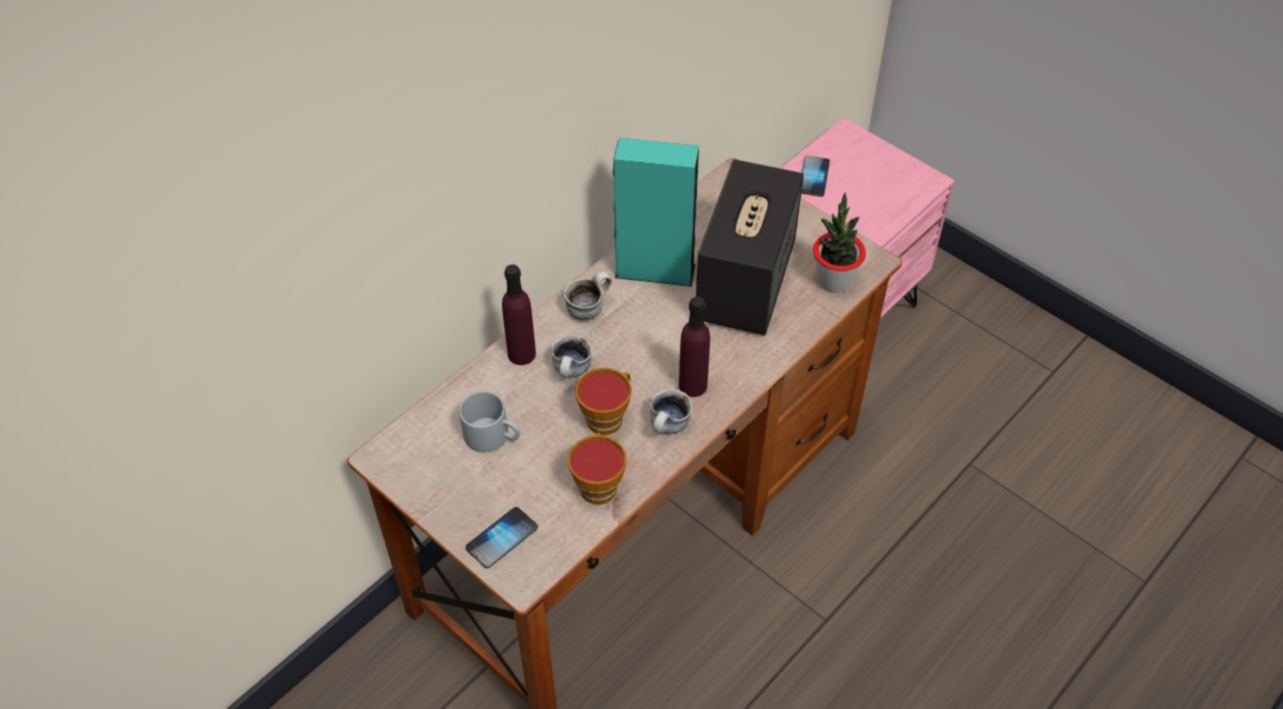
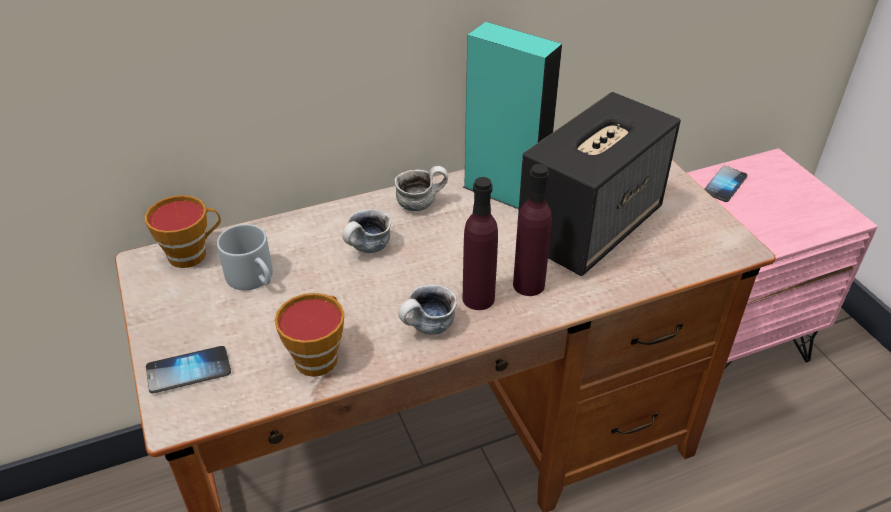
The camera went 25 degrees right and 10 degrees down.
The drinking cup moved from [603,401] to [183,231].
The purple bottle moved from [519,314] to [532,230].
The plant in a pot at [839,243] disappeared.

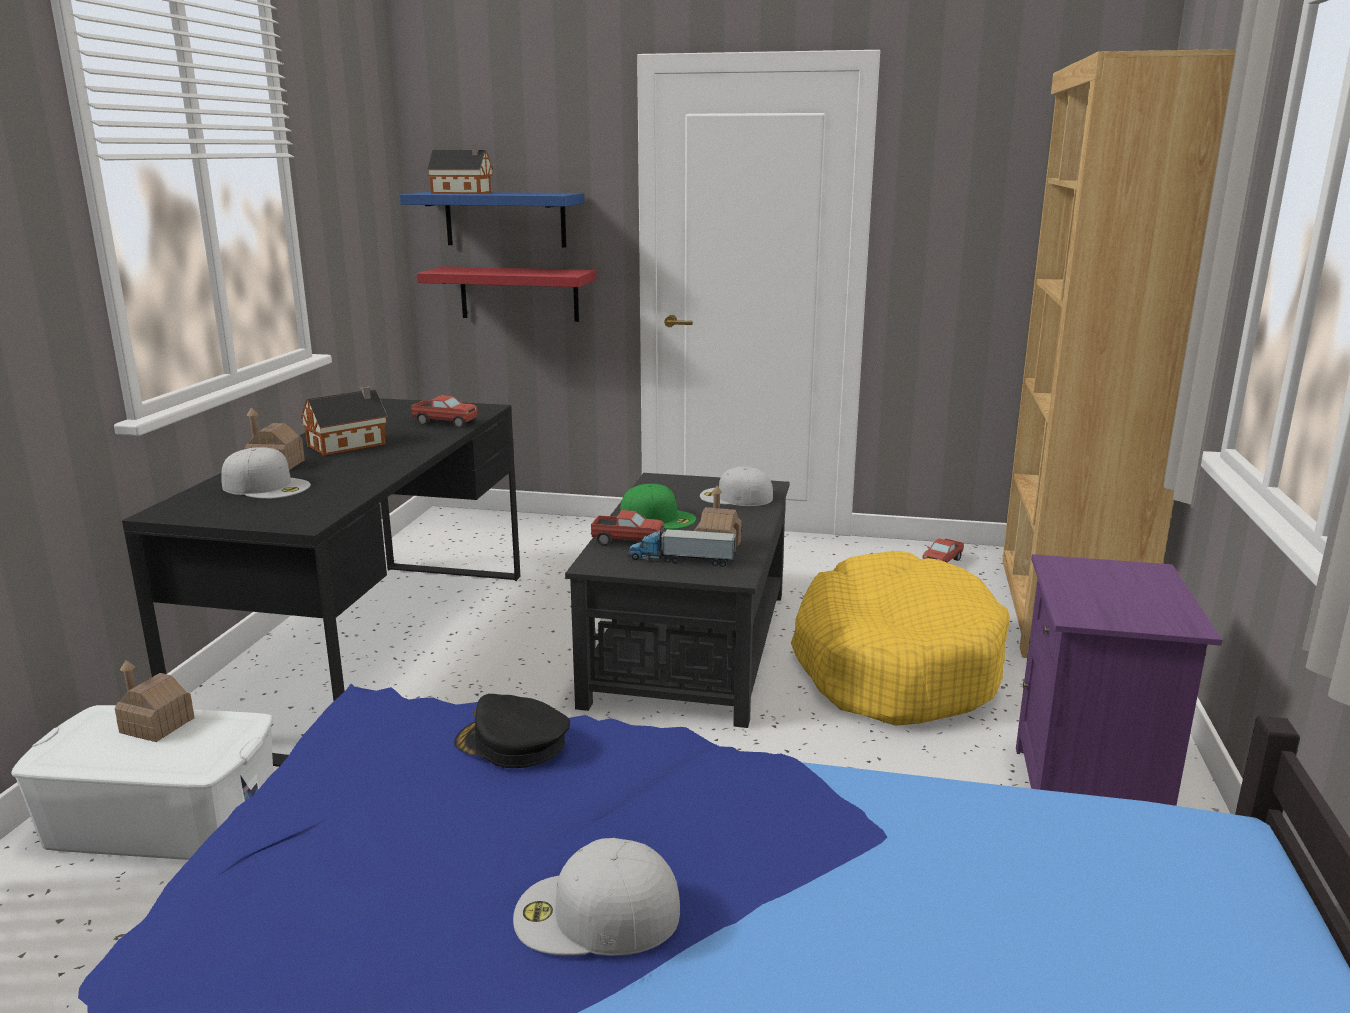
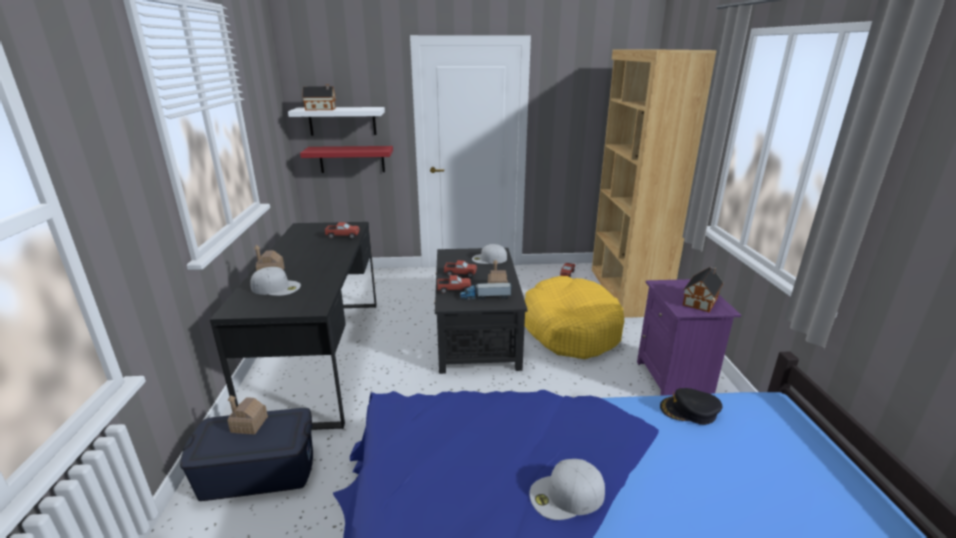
The camera went 15 degrees left and 5 degrees up.
The white storage bin at [142,782] became the blue storage bin at [246,454].
The blue wall shelf at [492,219] became the white wall shelf at [336,121].
The green-coloured cap at [658,506] was replaced by the toy lorry at [460,269].
The blackish cap moved from [512,731] to [691,406].
The toy house moved from [344,421] to [703,289].

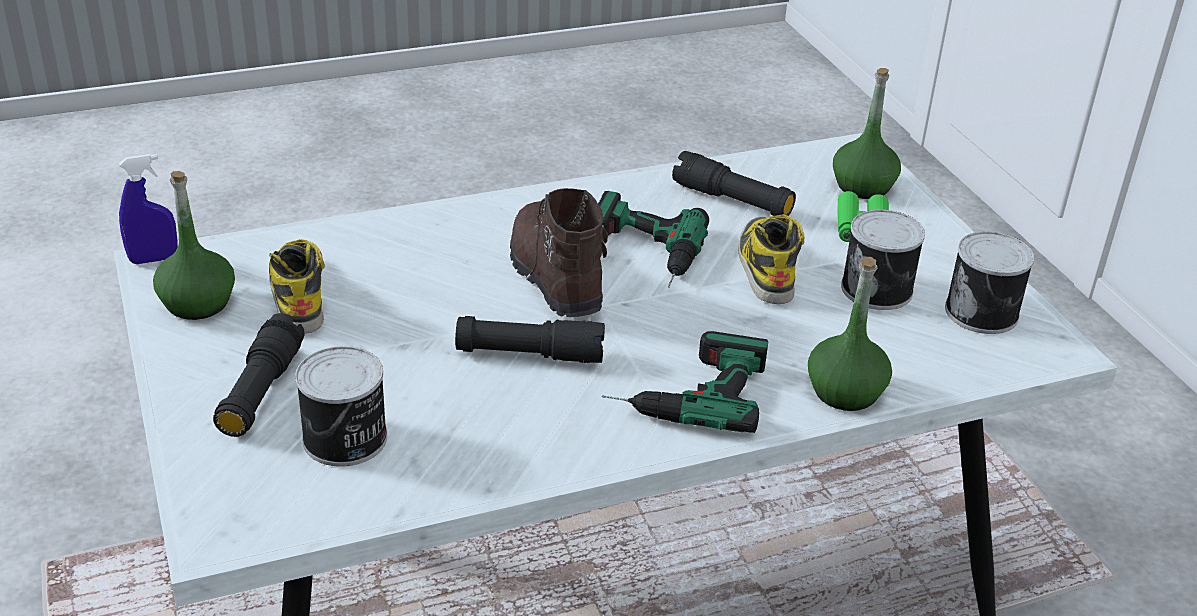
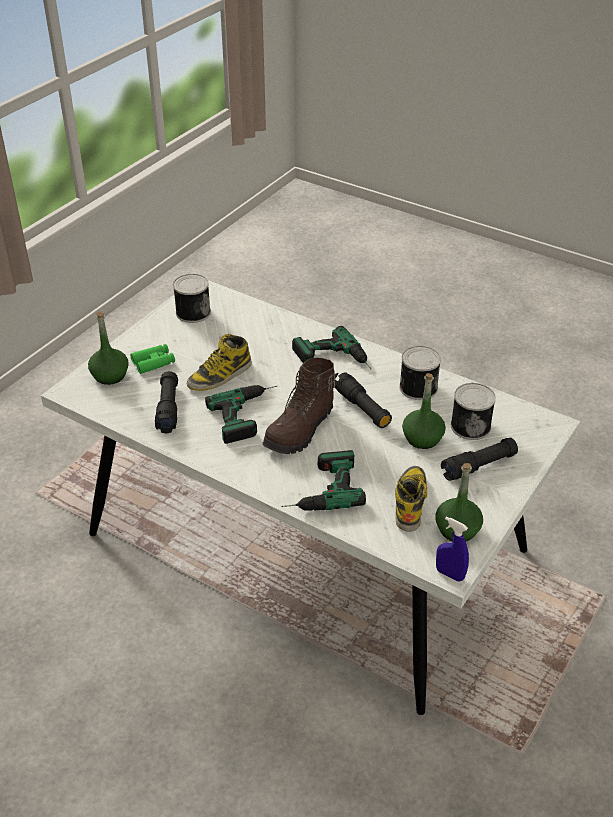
The camera went 125 degrees left and 5 degrees up.
The drill at [323,480] appeared.
The high-top boot at [297,286] turned 150 degrees clockwise.
The sealed can moved from [883,260] to [420,373].
The green-coloured bottle moved from [850,334] to [424,411].

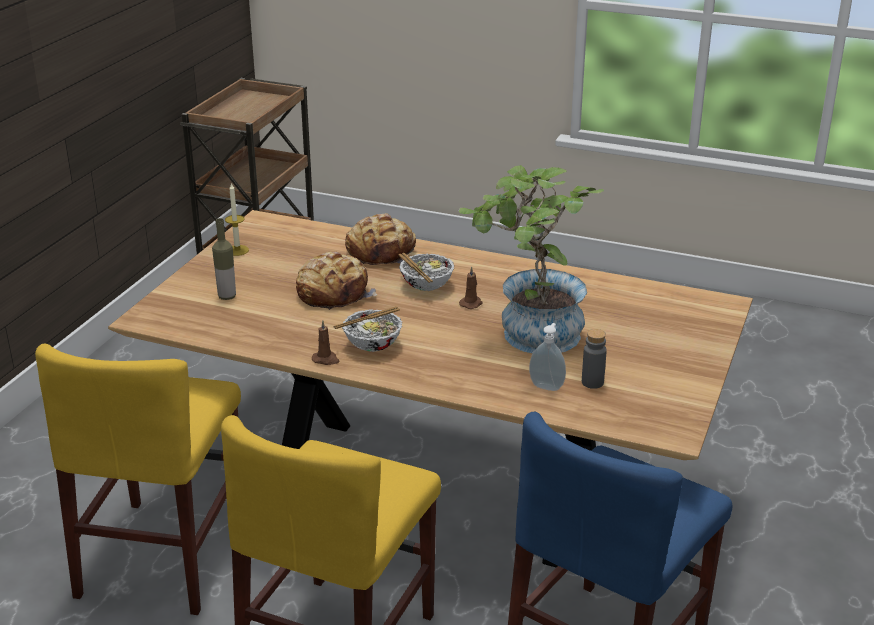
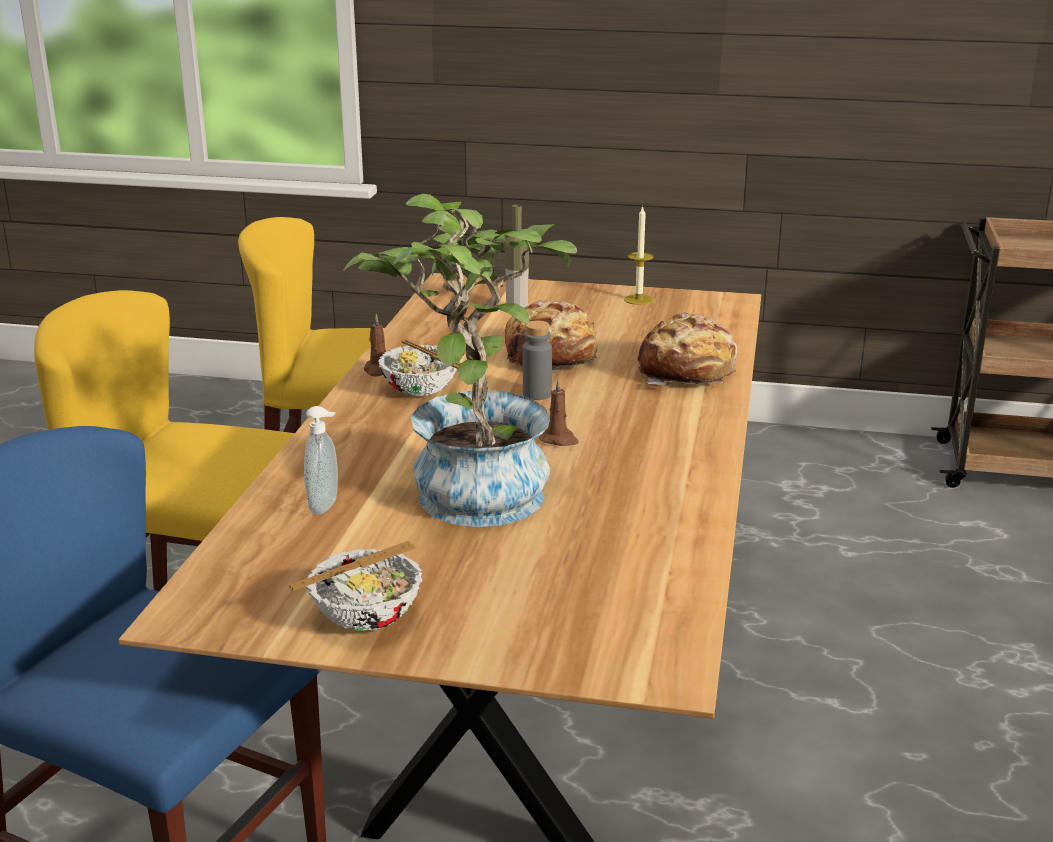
The camera went 80 degrees right and 5 degrees down.
The deep dish moved from [426,272] to [355,586].
The grey bottle moved from [594,359] to [537,360].

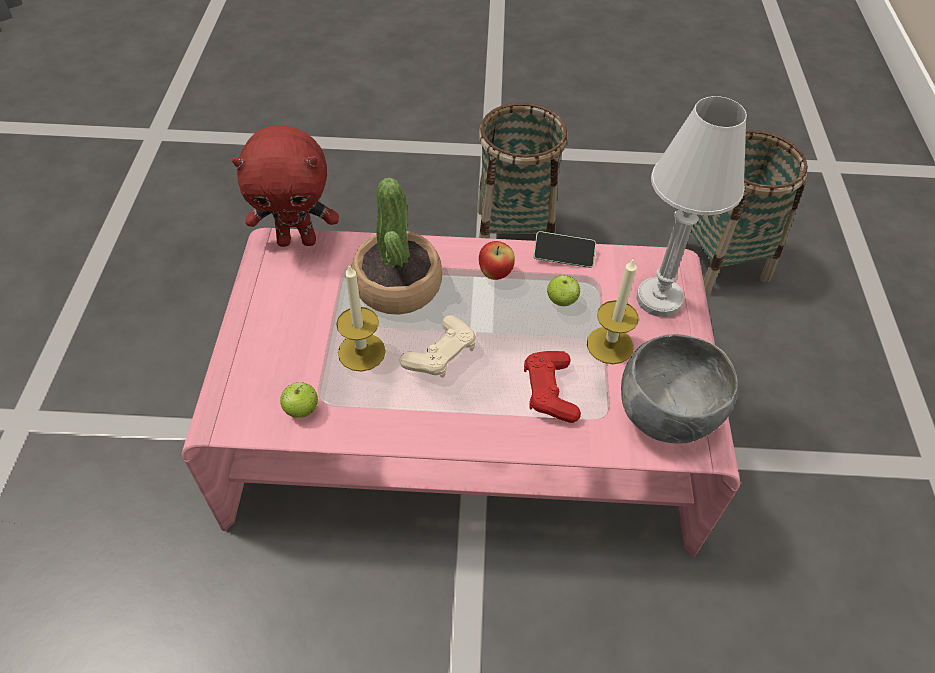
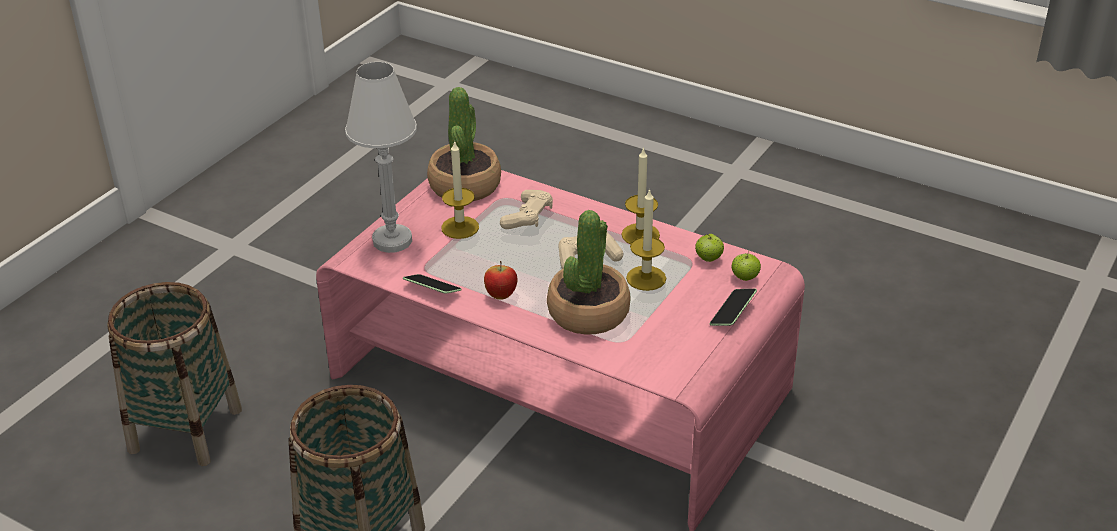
The camera went 150 degrees left and 15 degrees down.
The grey deep dish at [679,389] was replaced by the plant in a pot at [464,144].
The red-coloured gamepad at [552,387] became the beige-coloured gamepad at [526,209].
The candle at [640,195] appeared.
The handset at [733,307] appeared.
The apple fruit moved from [563,290] to [746,265].
The red-coloured plush toy at [285,186] disappeared.

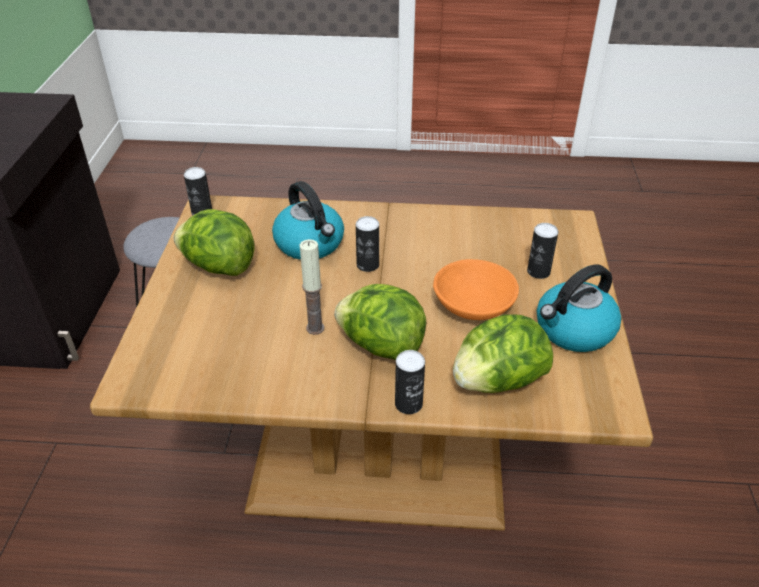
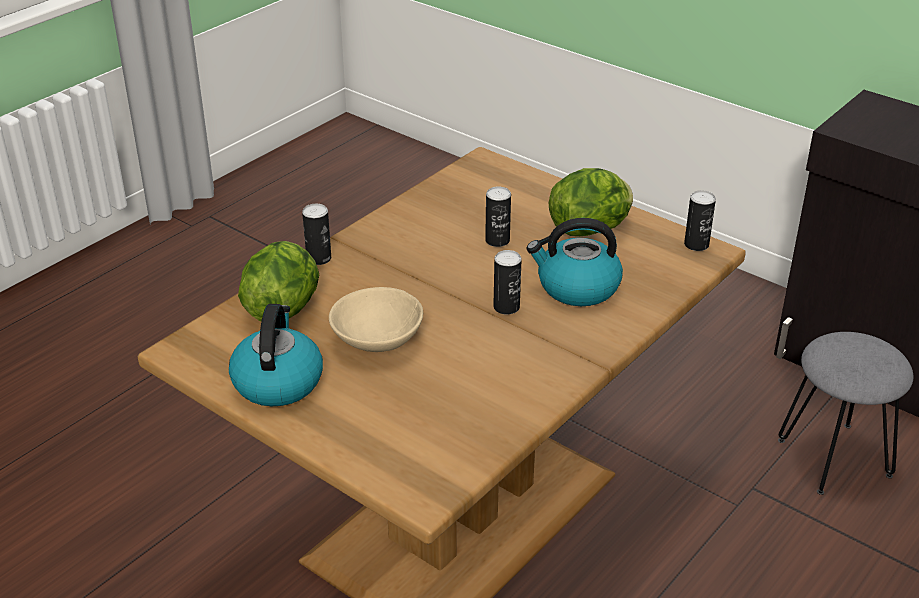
The camera went 125 degrees right and 5 degrees down.
The orange-coloured deep dish at [476,289] became the beige-coloured deep dish at [376,319].
The sealed can moved from [542,251] to [498,216].
The candle at [312,287] disappeared.
The lettuce at [380,322] disappeared.

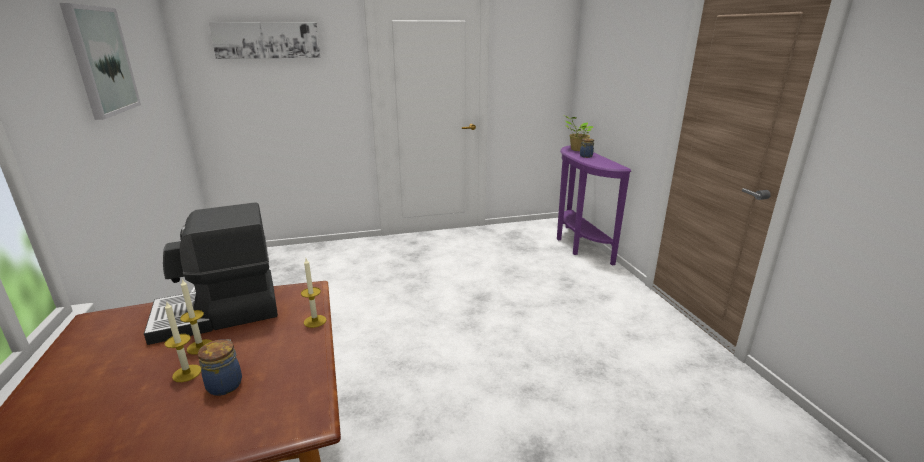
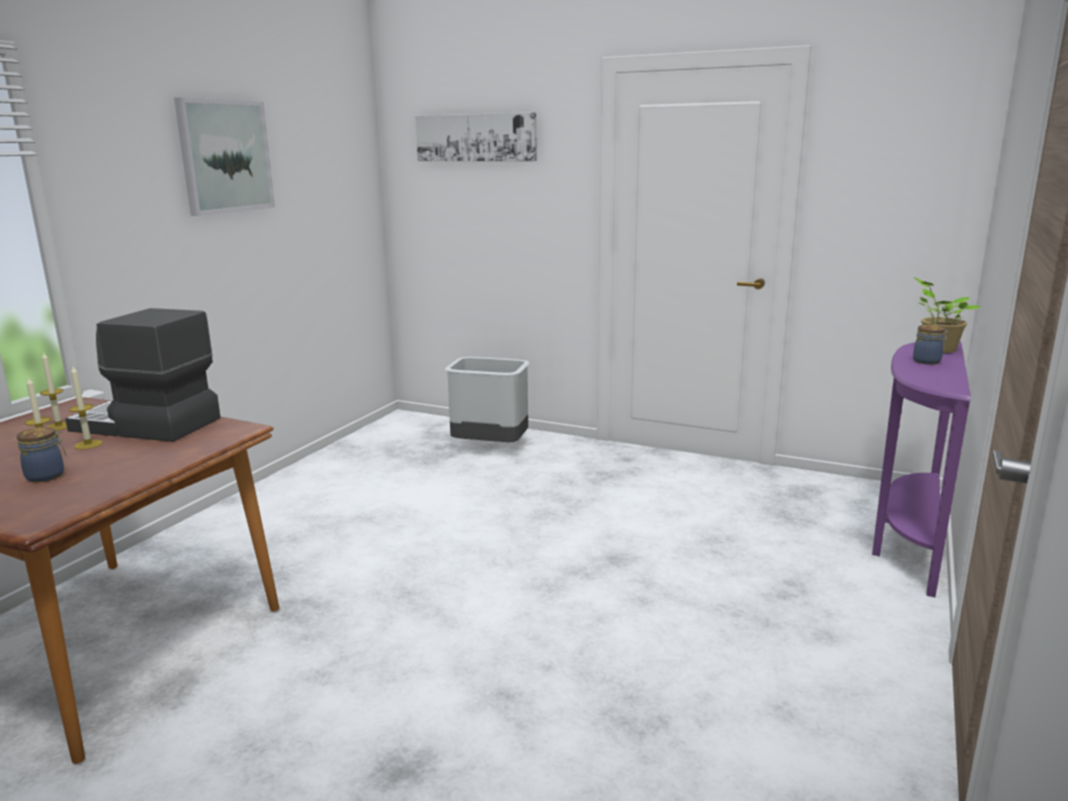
The camera went 40 degrees right and 5 degrees down.
The candle moved from [313,293] to [53,390].
The grey waste bin at [487,399] appeared.

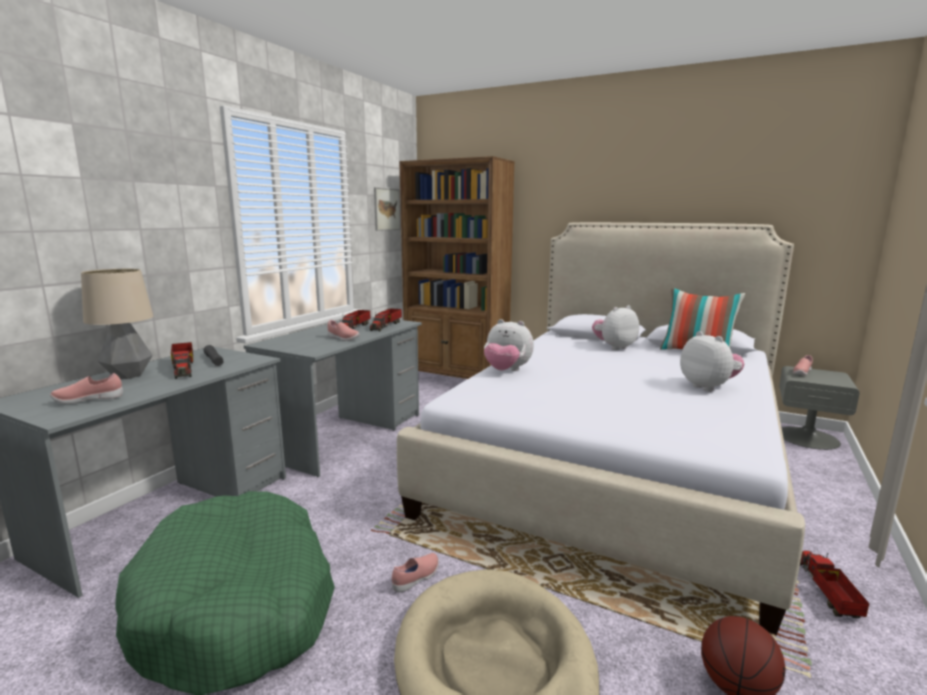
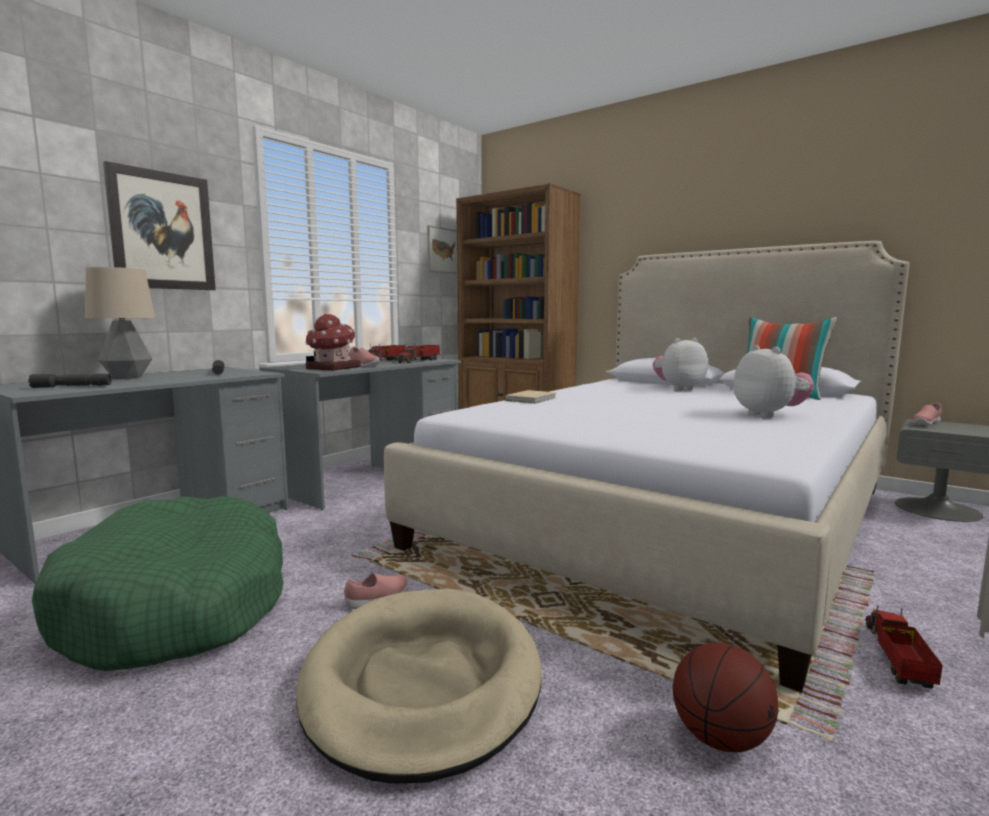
The camera went 10 degrees right and 5 degrees down.
The pinkish item of footwear at [86,388] was replaced by the grey flashlight at [70,380].
The wall art at [159,225] appeared.
The toy house at [333,342] appeared.
The plush toy at [509,345] was replaced by the beige-coloured book at [531,397].
The toy lorry at [182,360] disappeared.

